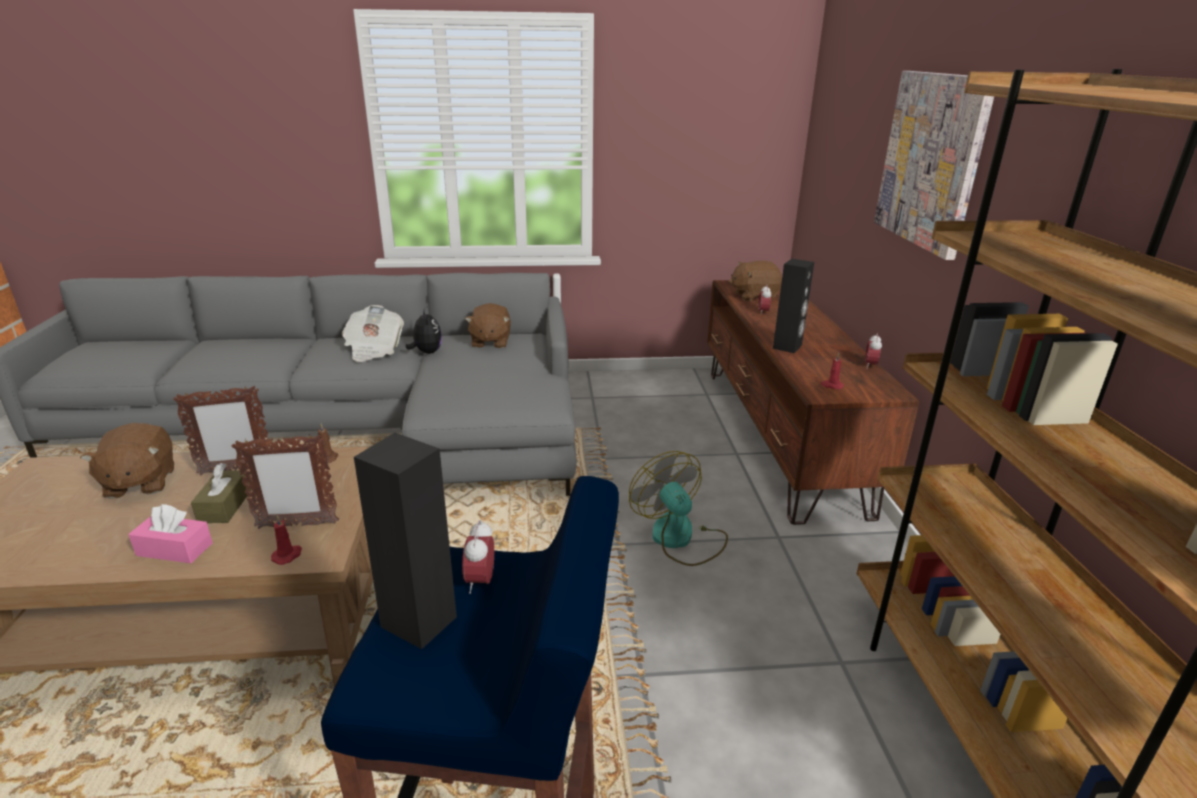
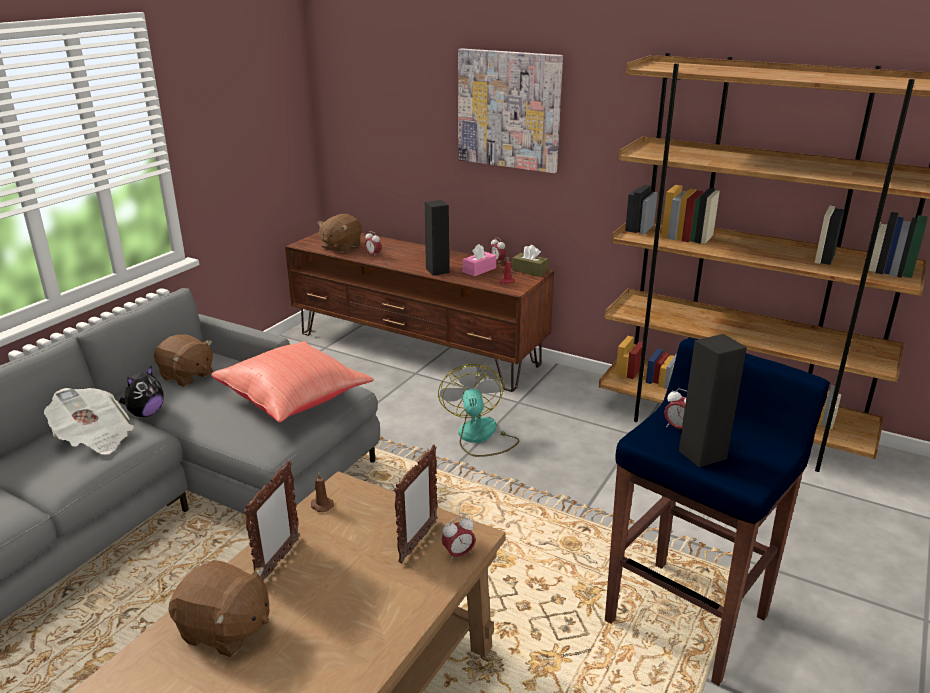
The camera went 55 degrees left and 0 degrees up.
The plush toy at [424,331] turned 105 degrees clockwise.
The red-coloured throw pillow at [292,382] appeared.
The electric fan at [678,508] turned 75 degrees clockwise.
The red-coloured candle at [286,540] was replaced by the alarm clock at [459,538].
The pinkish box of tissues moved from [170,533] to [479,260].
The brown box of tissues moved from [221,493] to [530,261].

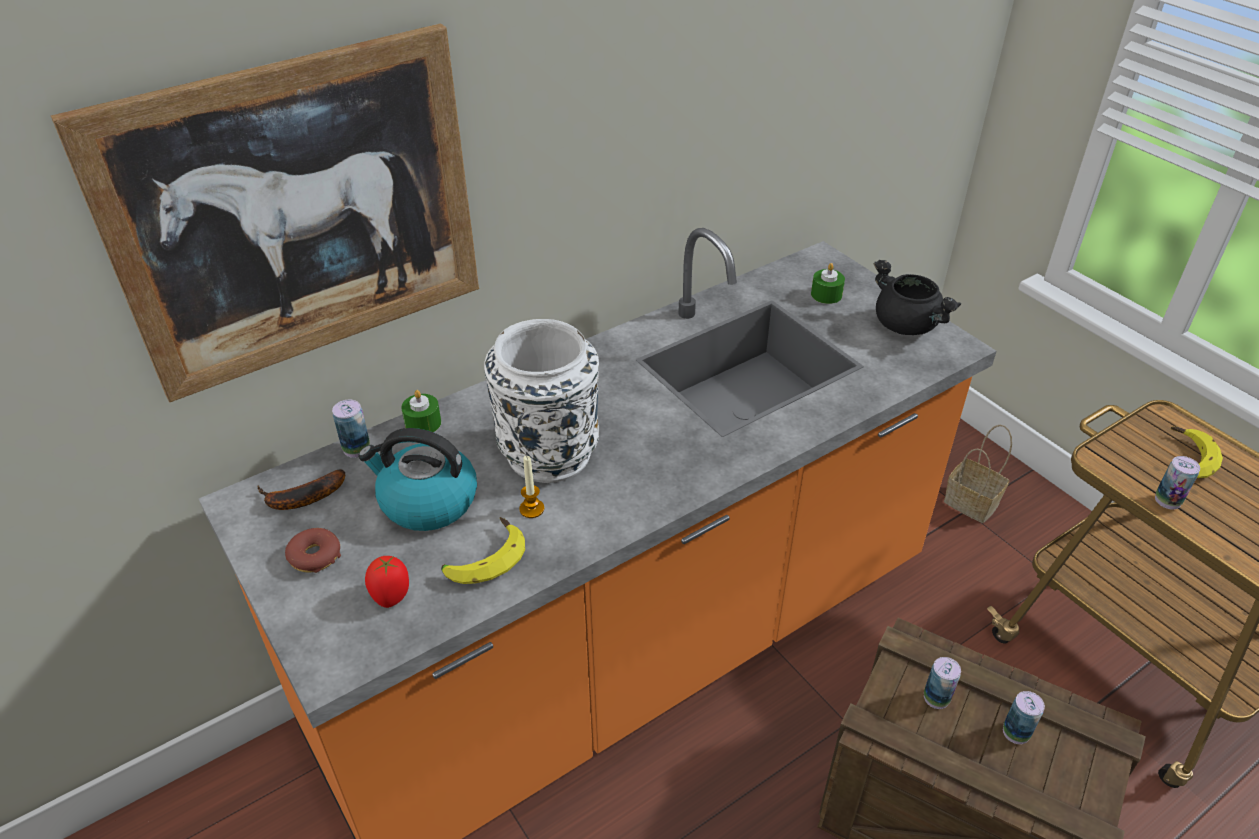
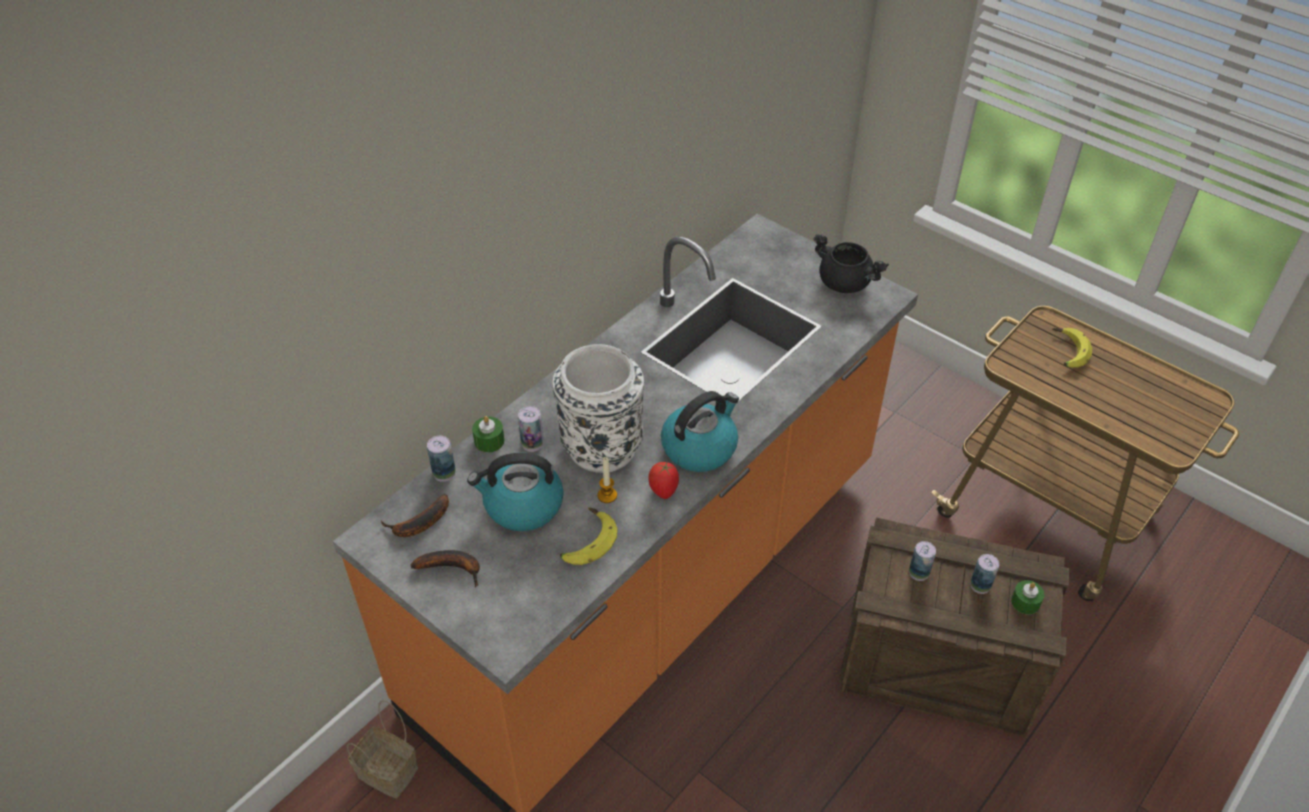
The camera went 15 degrees left and 5 degrees up.
The storage basket moved from [978,474] to [382,749].
The donut at [313,550] was replaced by the banana fruit at [445,569].
The sealed can moved from [1177,482] to [531,429].
The fresh tomato moved from [387,582] to [663,480].
The kettle at [700,431] appeared.
The green-coloured candle moved from [828,283] to [1027,597].
The wall art at [265,212] disappeared.

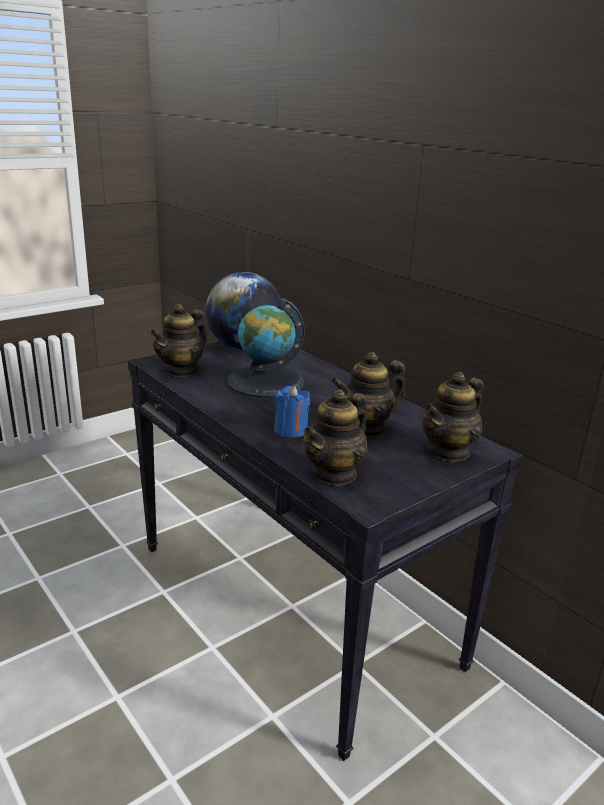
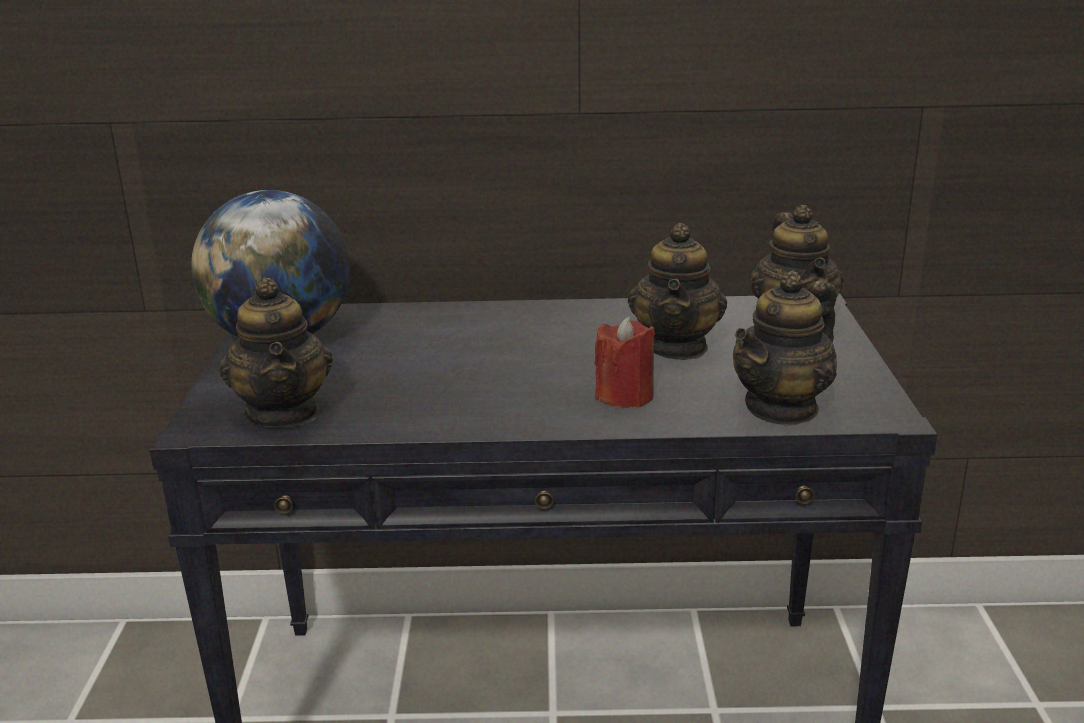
The camera went 50 degrees left and 0 degrees up.
The blue candle at [292,412] became the red-coloured candle at [625,362].
The pot for tea at [335,437] turned 60 degrees clockwise.
The globe at [266,348] disappeared.

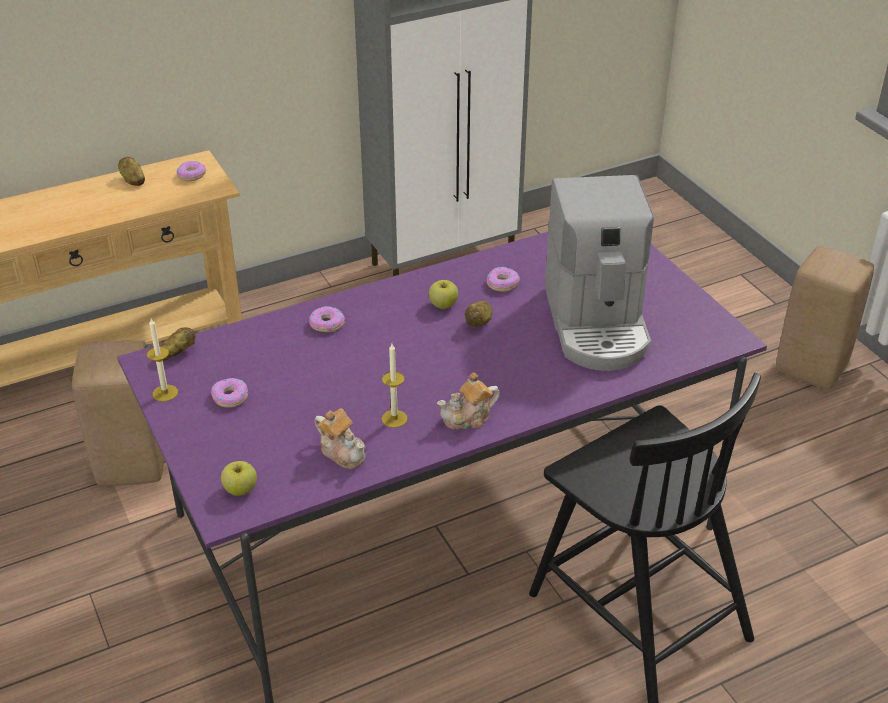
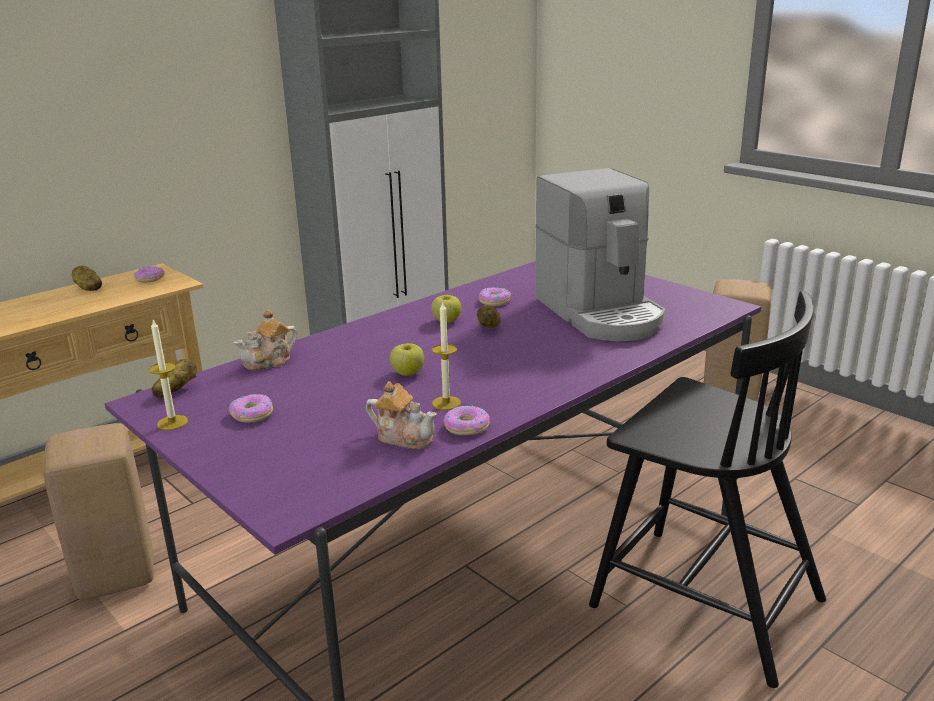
The camera went 15 degrees left and 15 degrees down.
The pot for tea moved from [468,401] to [265,340].
The apple fruit moved from [239,478] to [407,359].
The donut moved from [327,319] to [466,420].

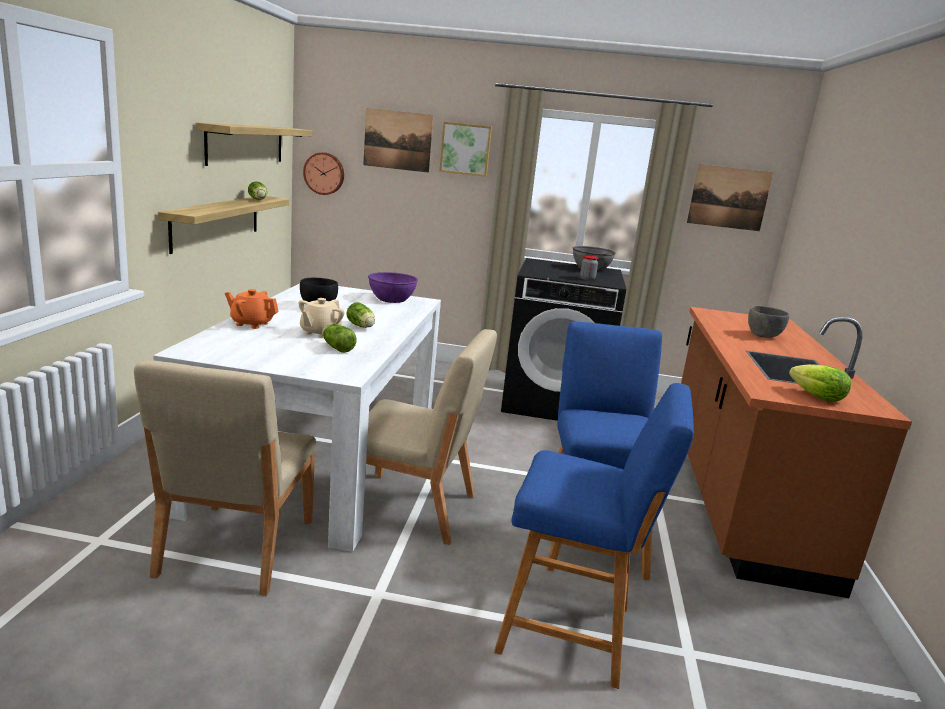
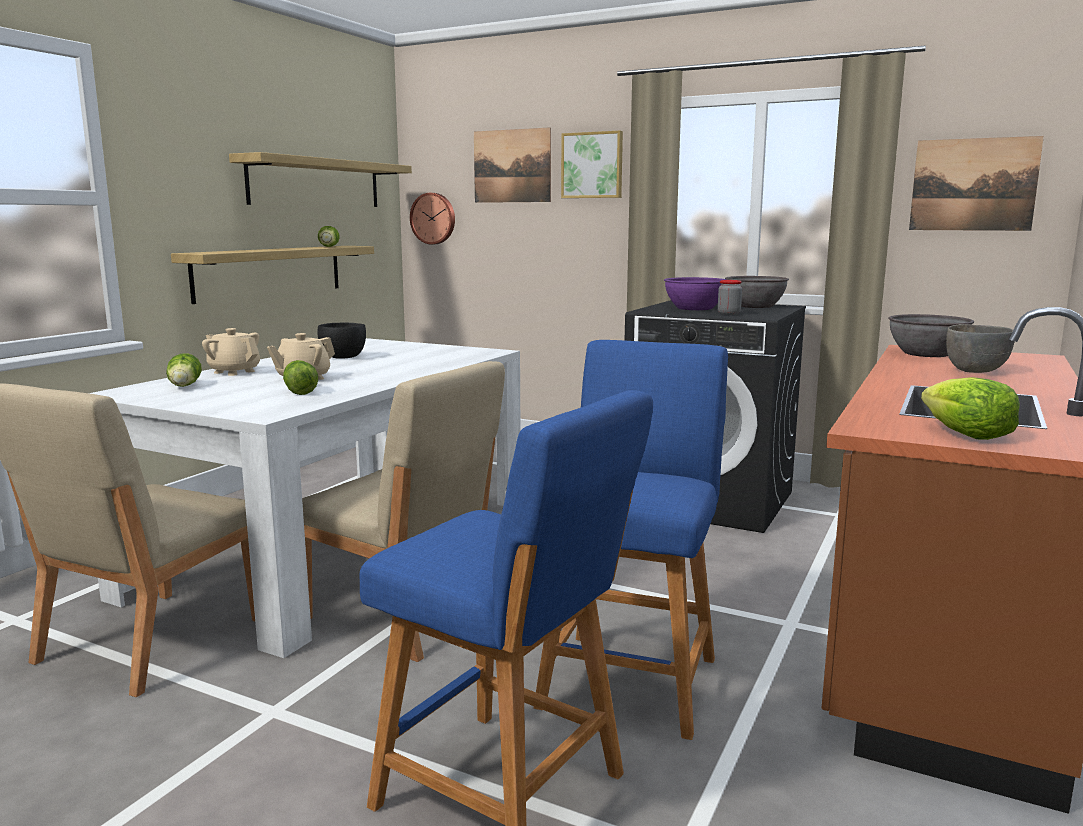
The camera went 20 degrees right and 5 degrees down.
The lettuce moved from [360,315] to [184,370].
The orange-coloured pot for tea at [252,309] became the beige-coloured pot for tea at [231,352].
The purple deep dish moved from [393,287] to [695,293].
The grey deep dish at [931,335] appeared.

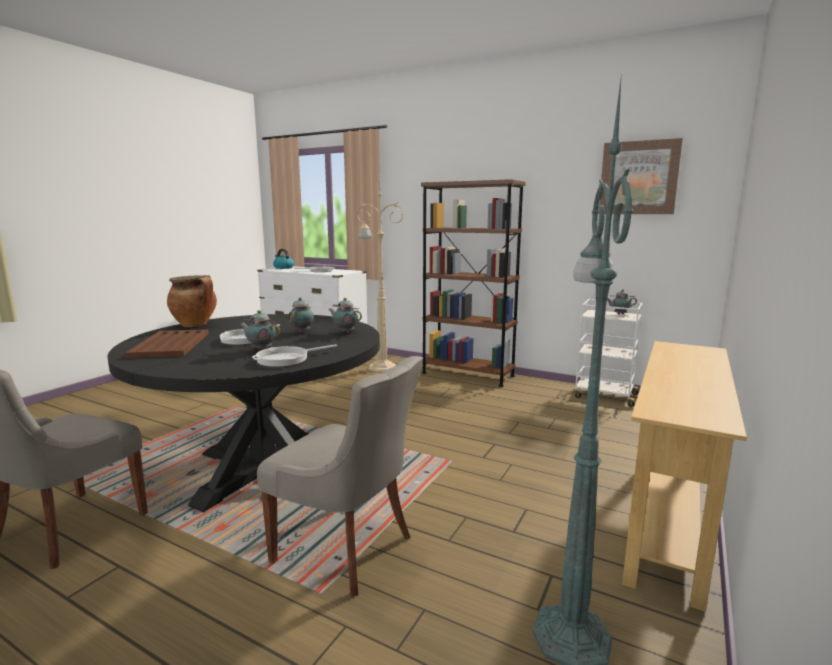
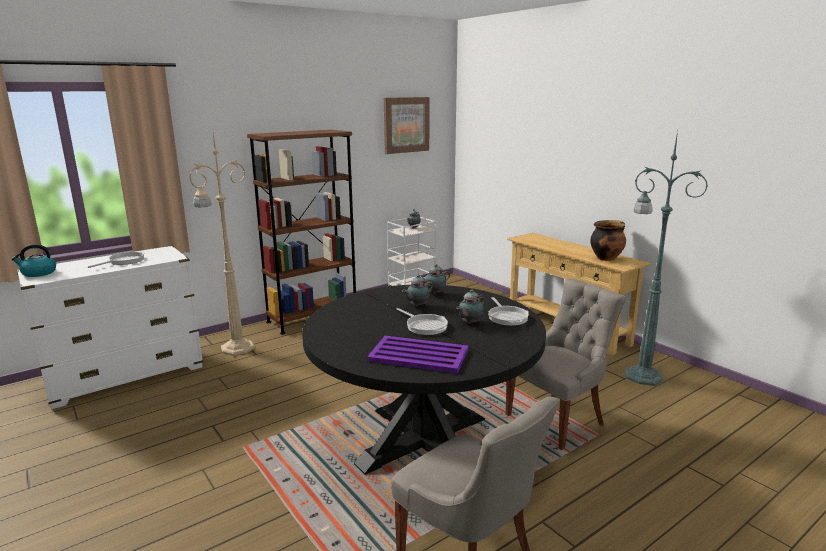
The camera went 65 degrees left and 5 degrees up.
The brown tray at [167,343] became the purple tray at [417,354].
The pot for tea at [301,315] turned 75 degrees counterclockwise.
The cooking pot moved from [192,301] to [608,240].

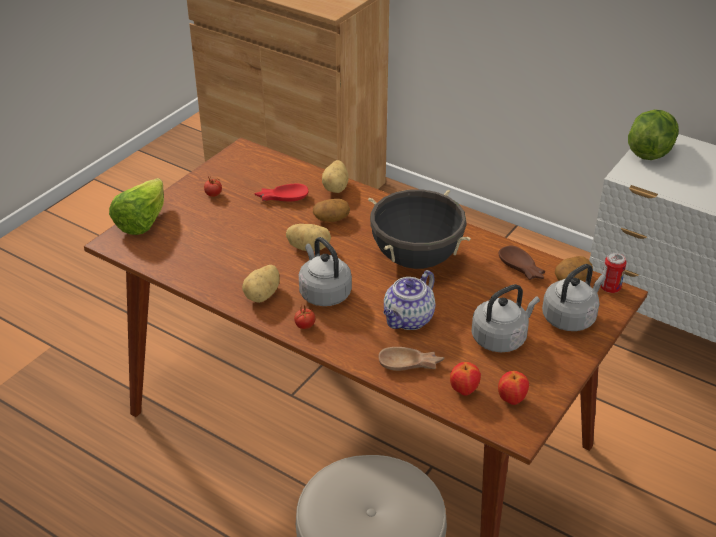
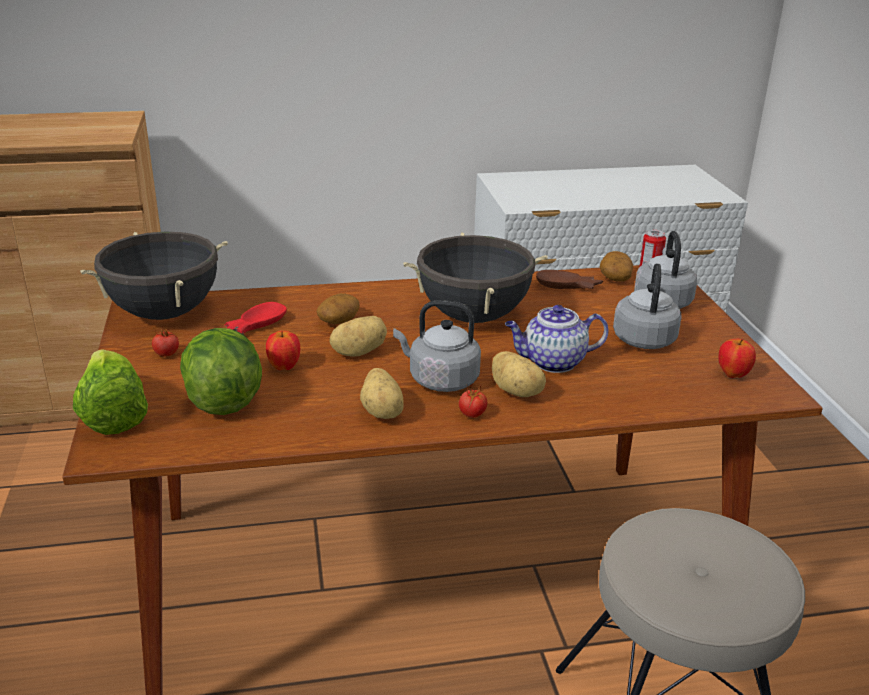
The camera went 45 degrees left and 10 degrees down.
The blackish cooking pot at [154,276] appeared.
The lettuce moved from [653,135] to [221,371].
The apple fruit moved from [465,379] to [283,350].
The whole potato moved from [335,176] to [519,374].
The pot for tea at [409,300] turned 90 degrees clockwise.
The brown deep dish at [411,359] disappeared.

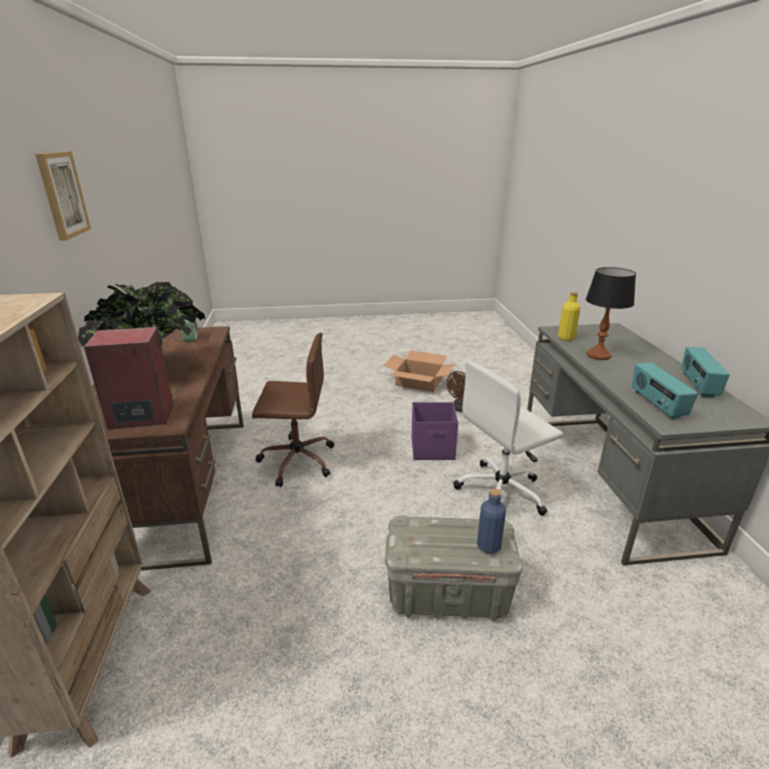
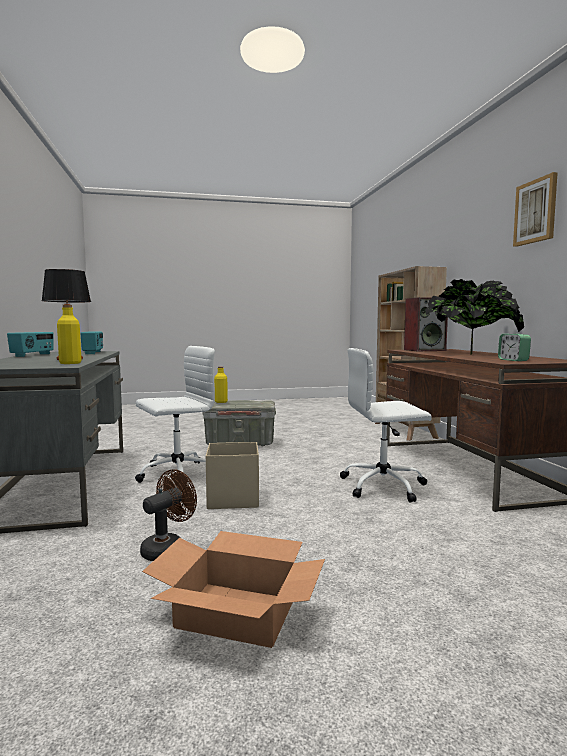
The camera went 175 degrees right and 20 degrees down.
The purple storage bin at [435,431] became the beige-coloured storage bin at [232,475].
The blue bottle at [491,521] became the yellow-coloured bottle at [221,384].
The brown desk chair at [293,409] became the white desk chair at [386,425].

